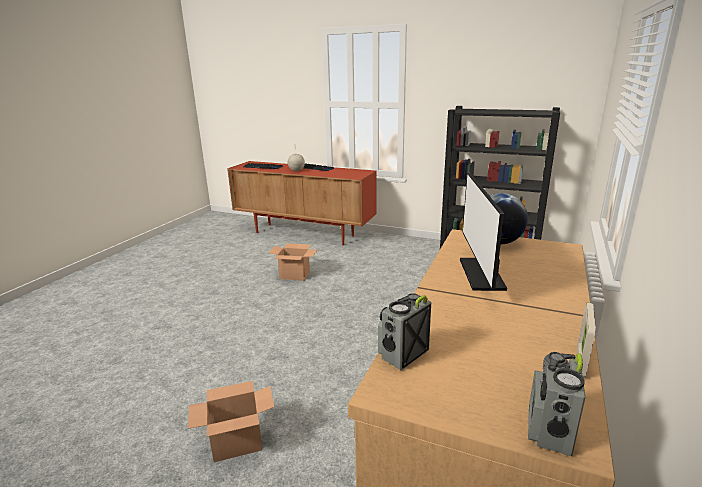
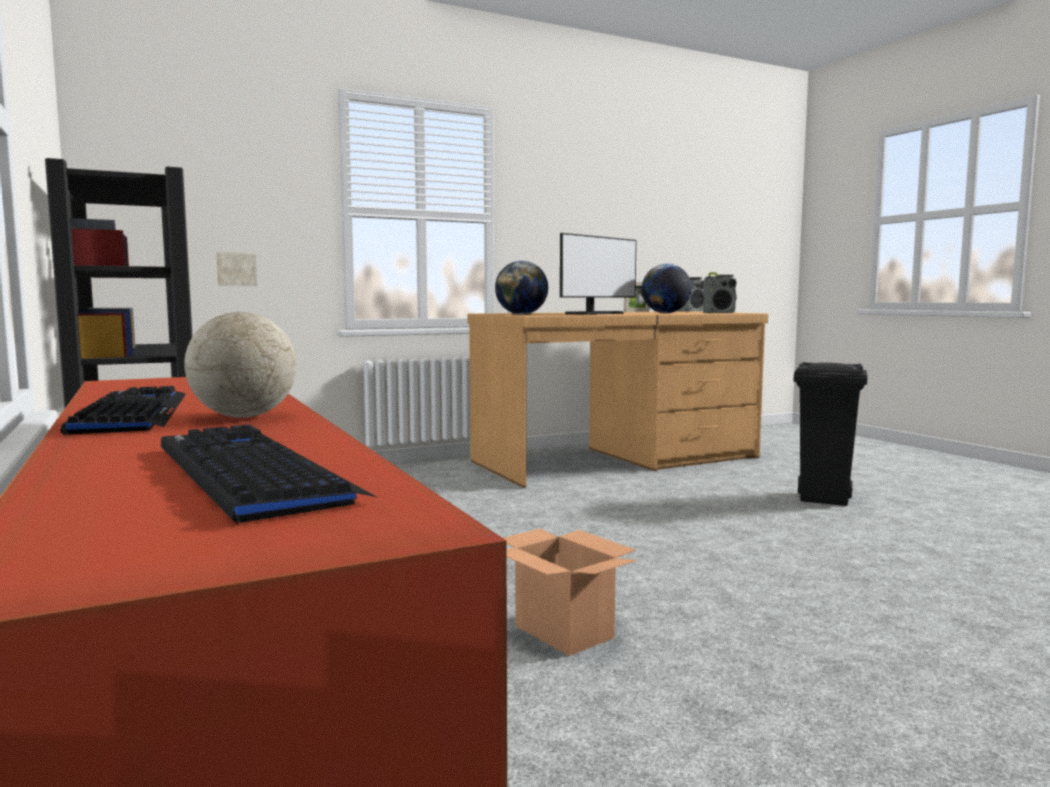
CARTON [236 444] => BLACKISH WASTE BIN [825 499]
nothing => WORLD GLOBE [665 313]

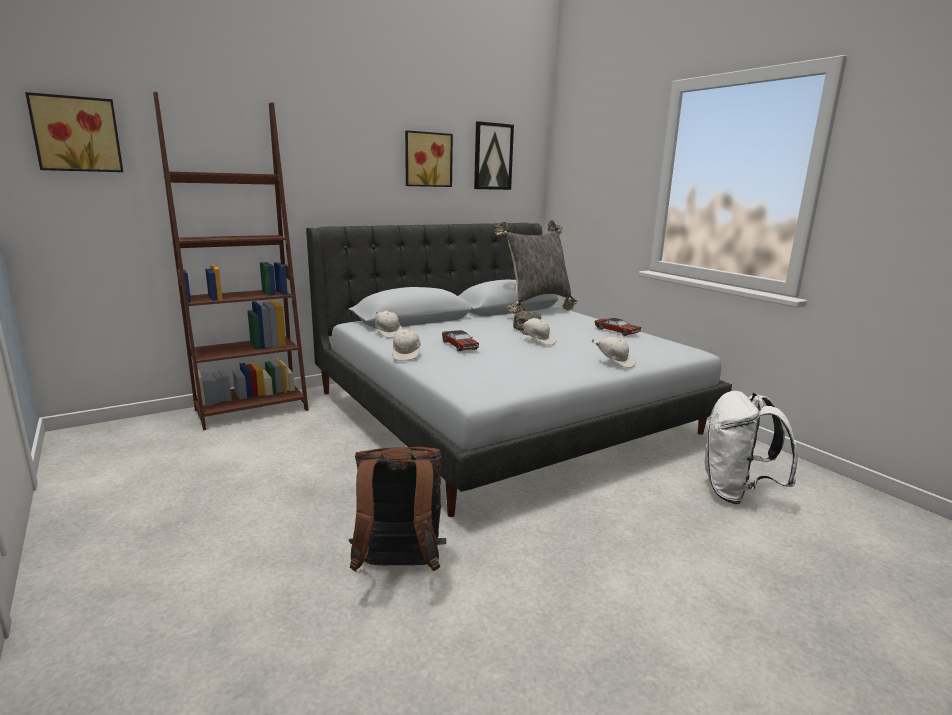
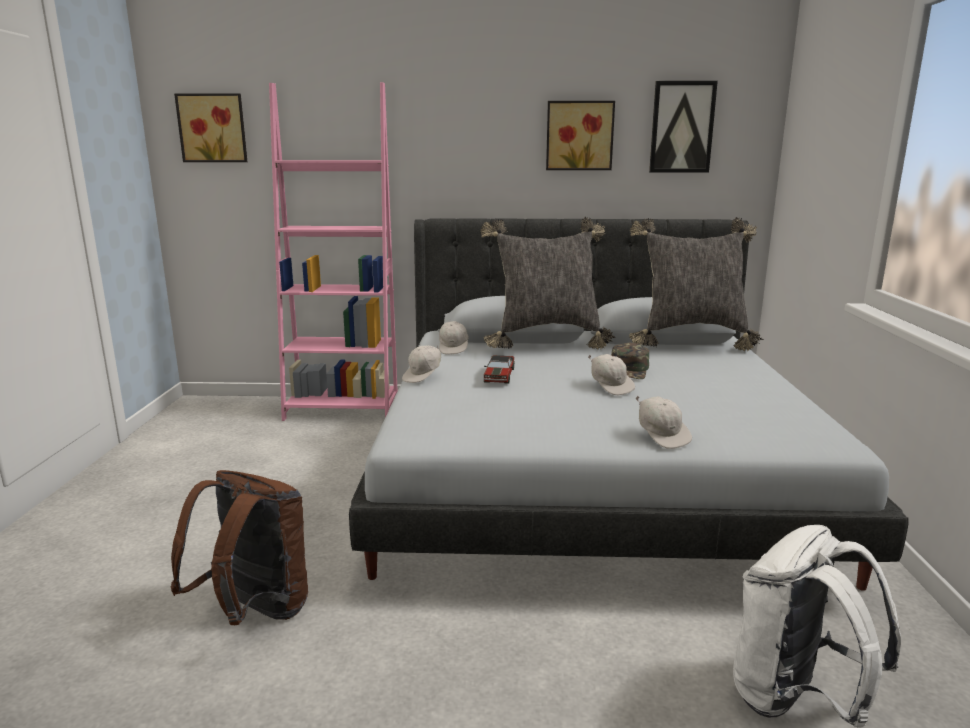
BROWN-COLOURED BOOKSHELF [251 409] => PINK-COLOURED BOOKSHELF [342 409]
TOY CAR [617 331] => nothing
nothing => THROW PILLOW [545 346]

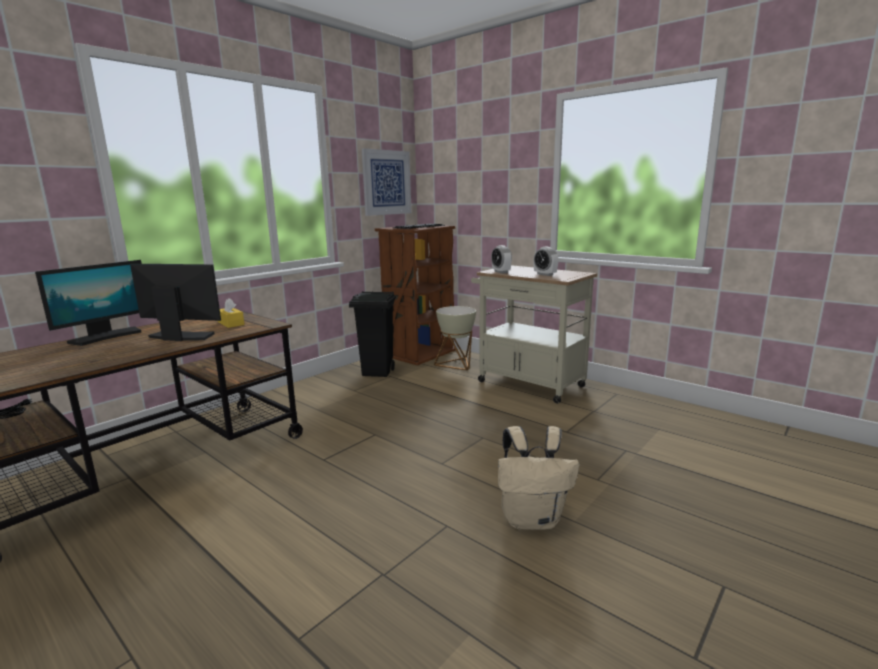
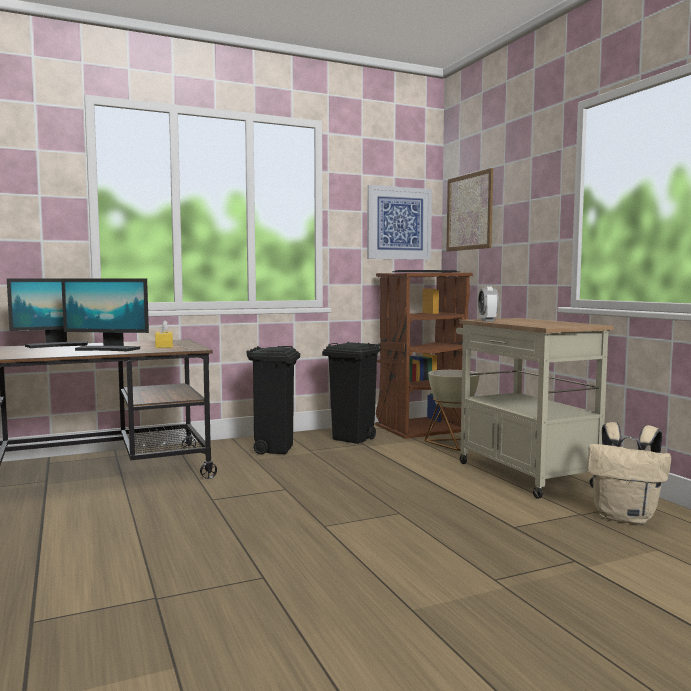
MONITOR [181 337] => MONITOR [107 349], 150 degrees clockwise
SAND-COLOURED KNAPSACK [532 519] => SAND-COLOURED KNAPSACK [626 517], move
BEDSIDE CLOCK [545 274] => nothing
nothing => BLACKISH WASTE BIN [275 449]
nothing => WALL ART [469 211]

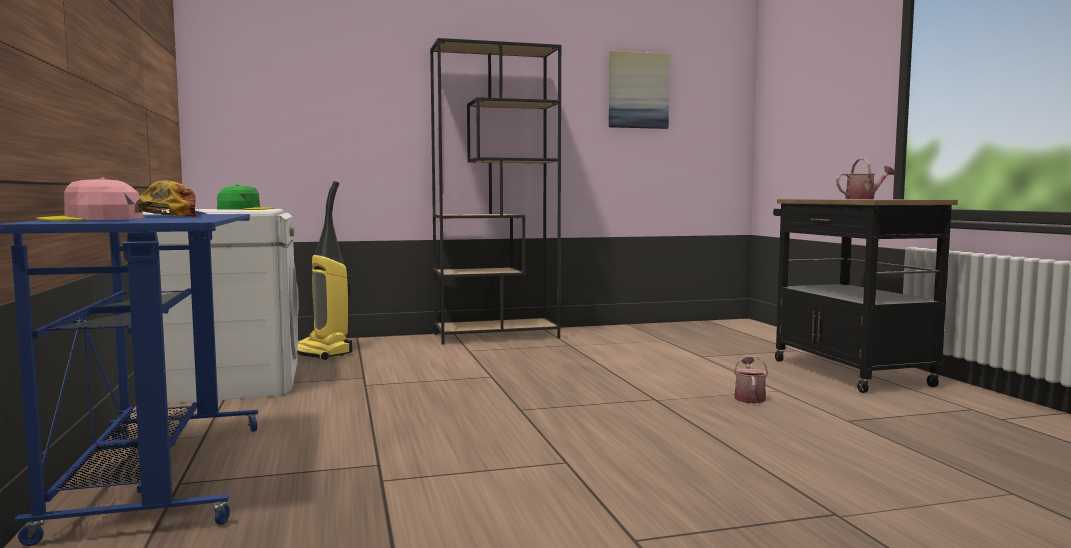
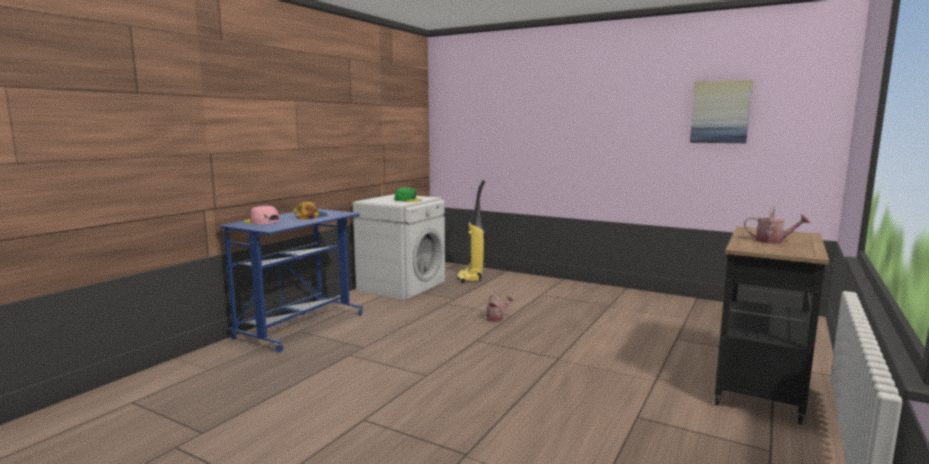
BOOKSHELF [497 336] => nothing
SPRINKLING CAN [749 397] => SPRINKLING CAN [496 318], move

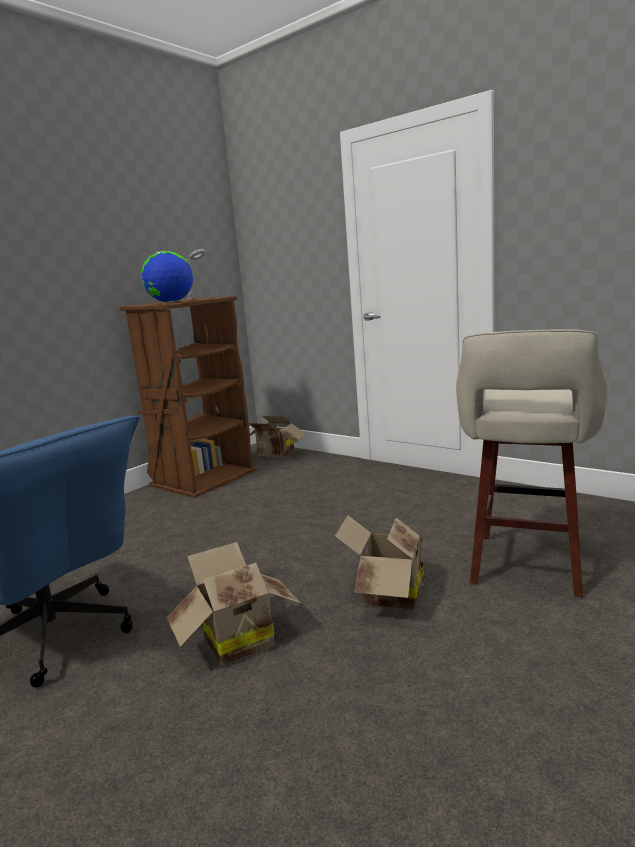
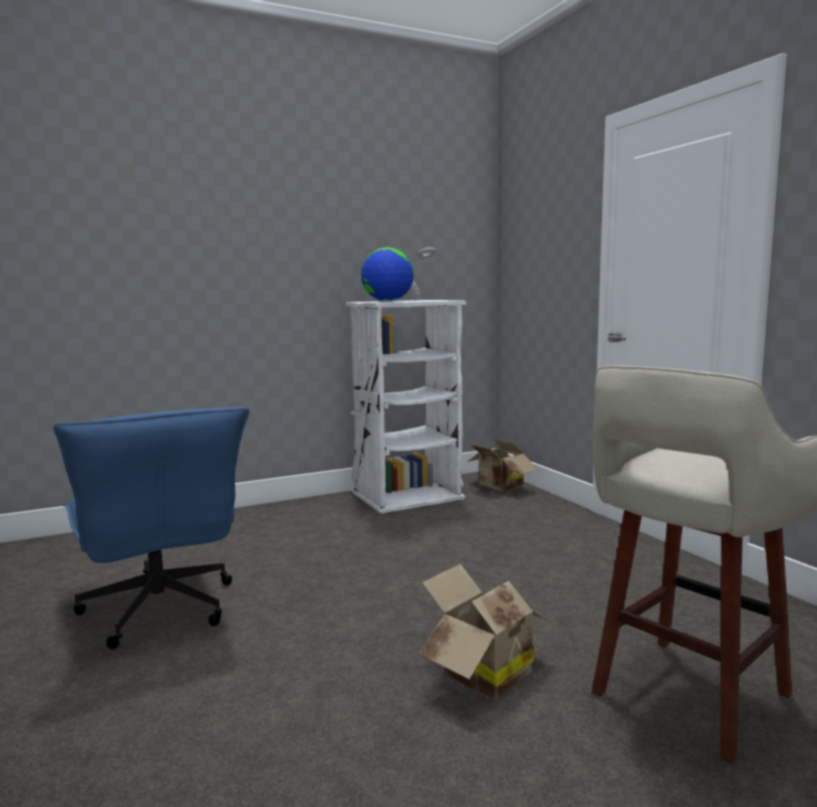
BROWN-COLOURED BOOKSHELF [204 478] => WHITE BOOKSHELF [407 495]
CARTON [234 640] => nothing

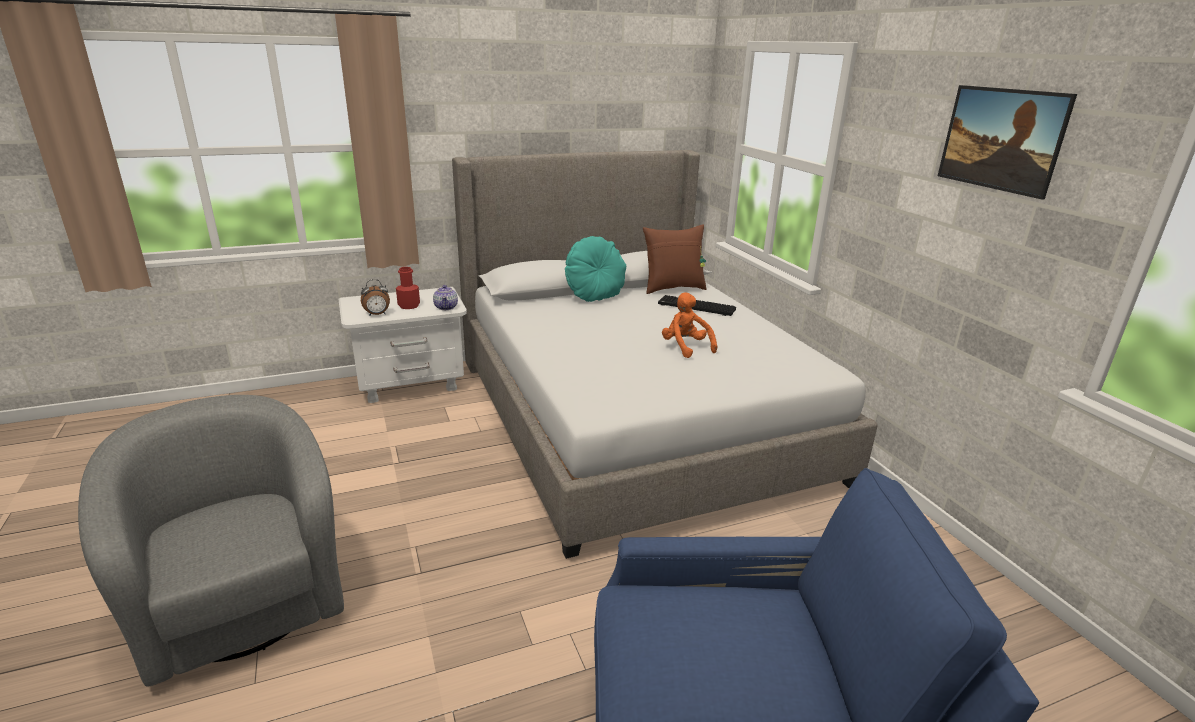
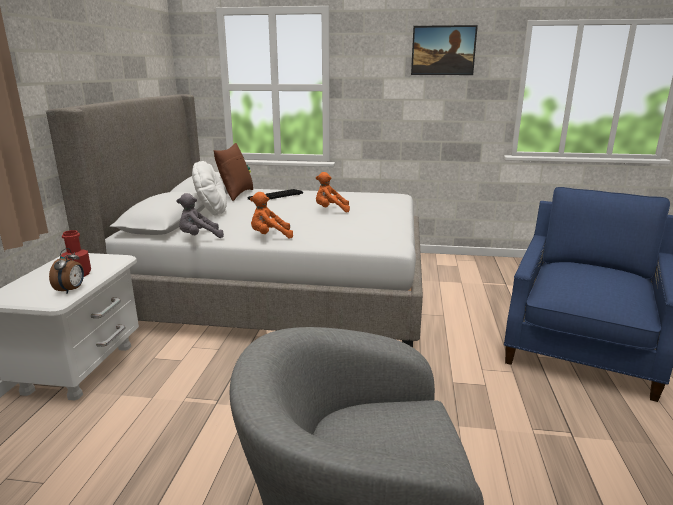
TEAPOT [446 307] => nothing
TURQUOISE-COLOURED THROW PILLOW [595 297] => WHITE THROW PILLOW [212 212]
nothing => GREY CUDDLY TOY [199 237]
nothing => ORANGE CUDDLY TOY [269 236]

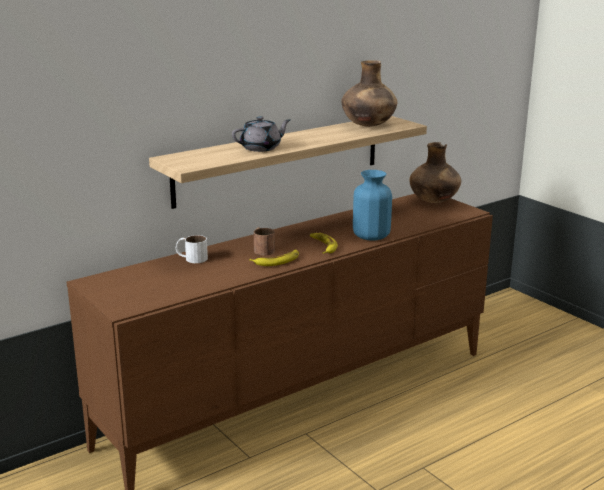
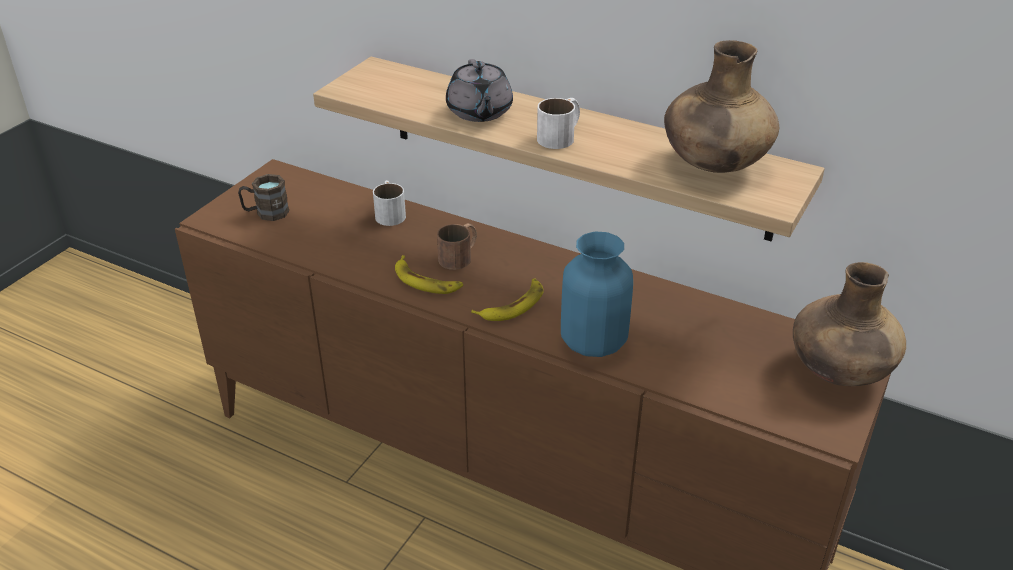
GREY TEAPOT [261 148] => GREY TEAPOT [479 112], 45 degrees clockwise
nothing => BROWN-COLOURED TEA MUG [266 213]
nothing => WHITE TEA MUG [561 136]

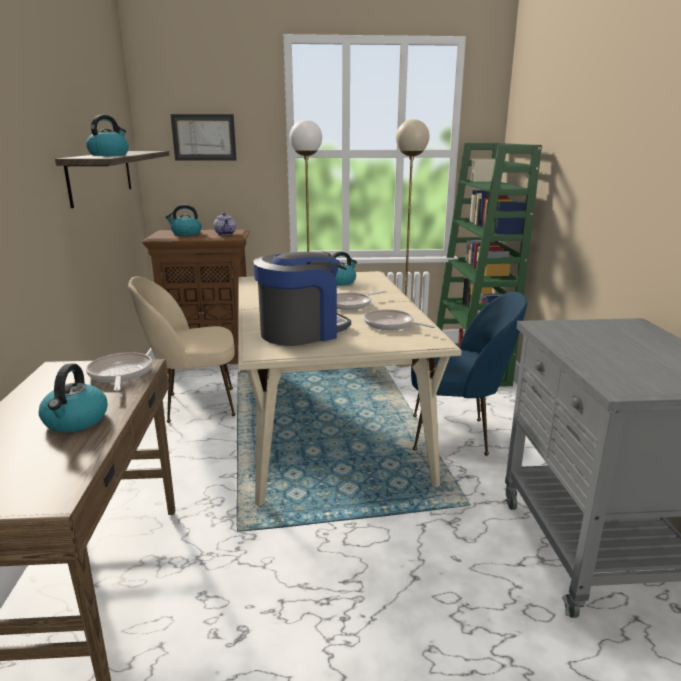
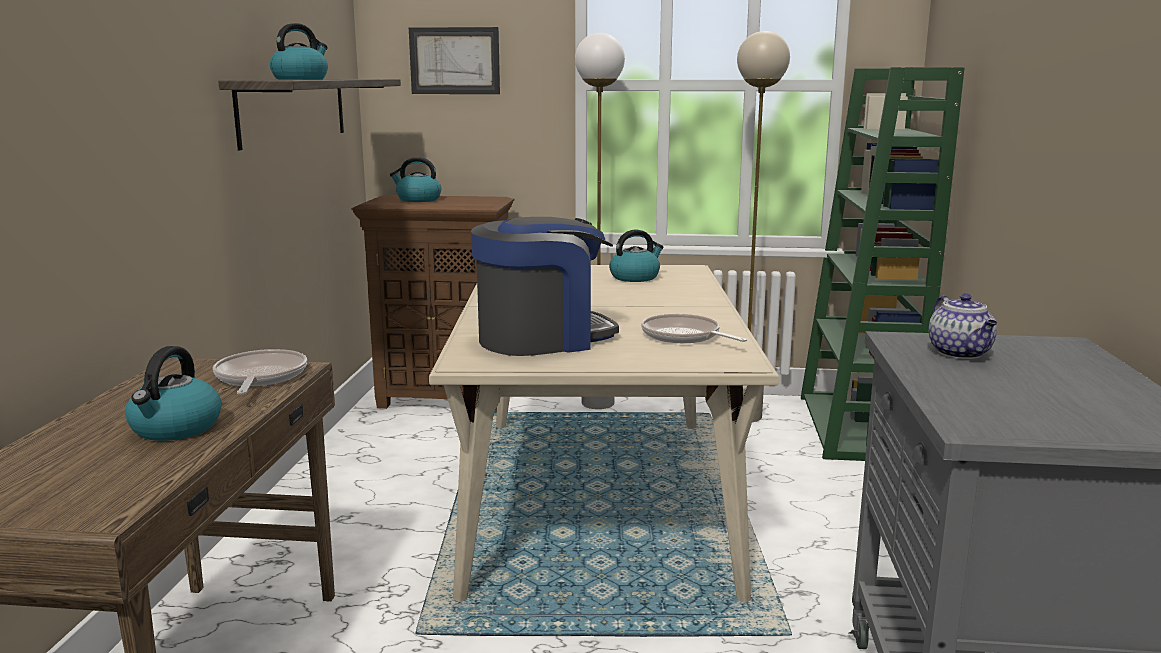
SAND-COLOURED CHAIR [194 405] => nothing
TEAPOT [225 234] => TEAPOT [961 353], move
SKILLET [352 304] => nothing
BLUISH CHAIR [457 435] => nothing

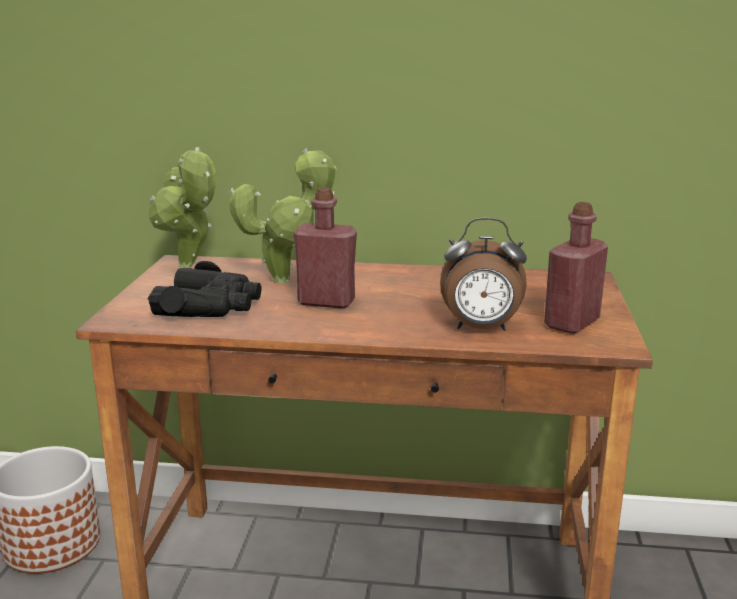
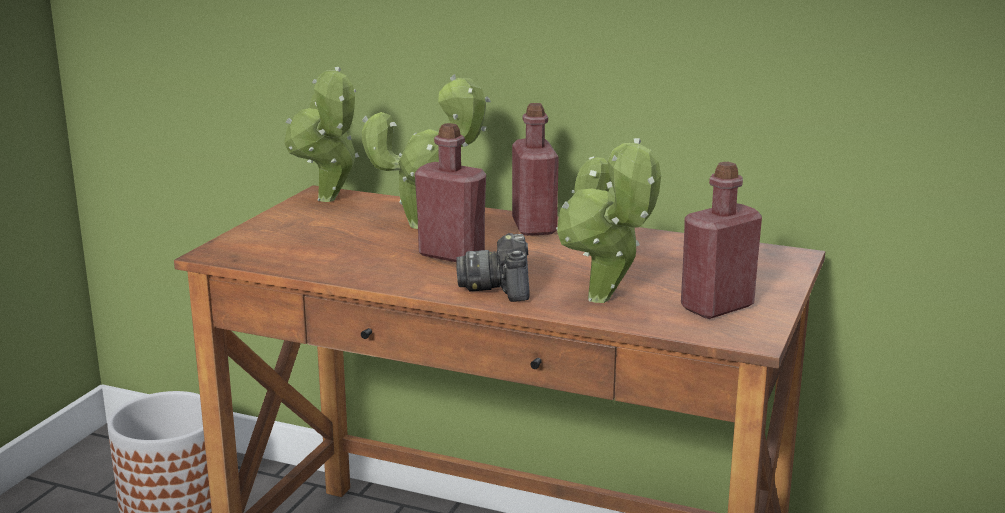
BLACKISH PAIR OF BINOCULARS [210 306] => nothing
BEDSIDE CLOCK [481 328] => HOUSEPLANT [604 302]
nothing => PHOTO CAMERA [500 287]
nothing => REDDISH DRINK BOTTLE [534 226]

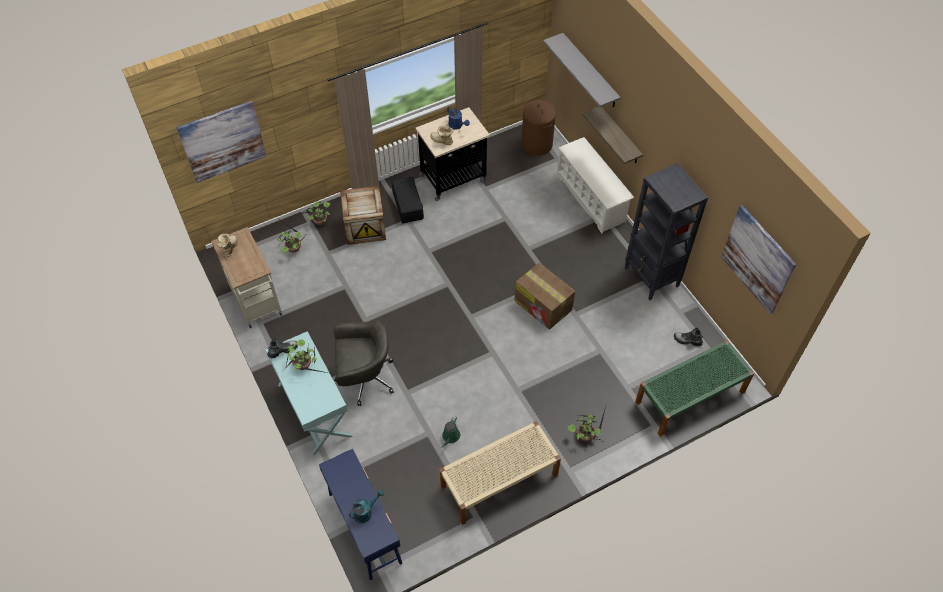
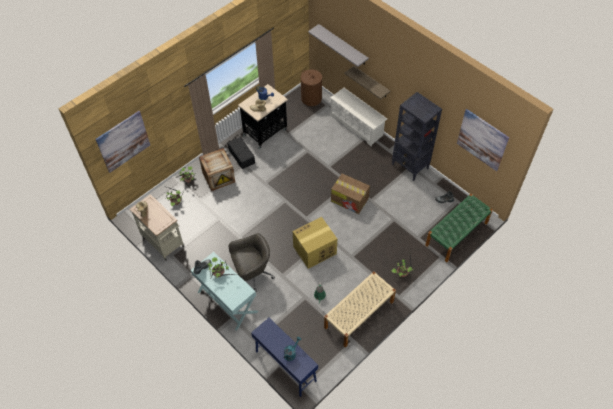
nothing => CARTON [314 250]

